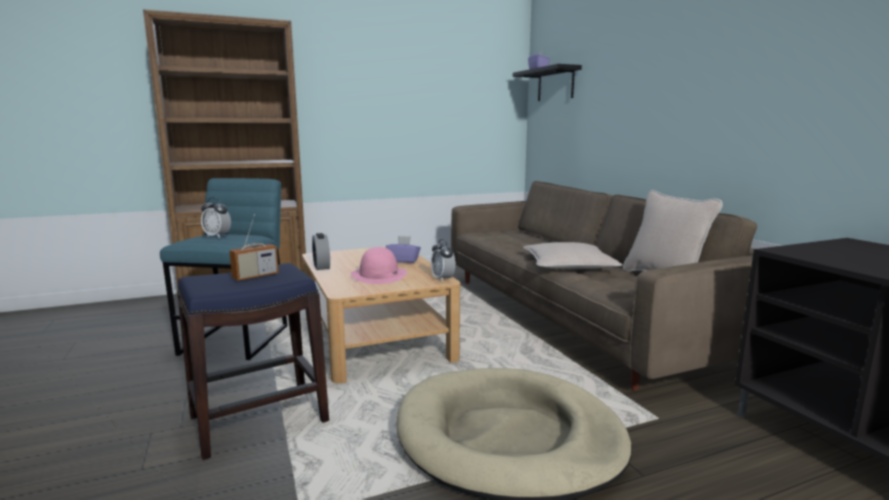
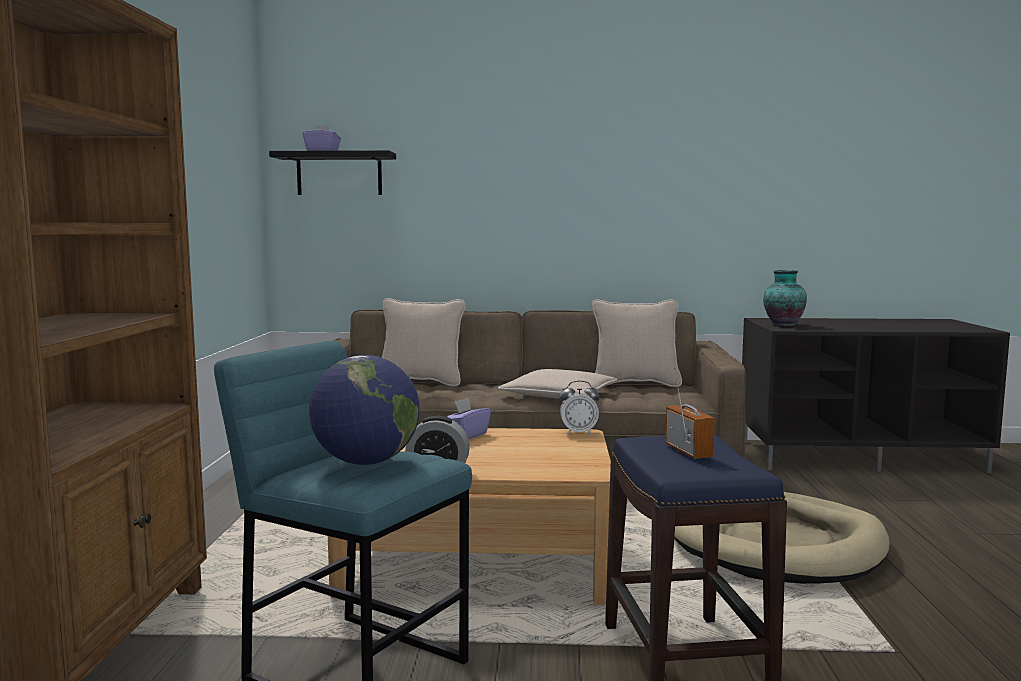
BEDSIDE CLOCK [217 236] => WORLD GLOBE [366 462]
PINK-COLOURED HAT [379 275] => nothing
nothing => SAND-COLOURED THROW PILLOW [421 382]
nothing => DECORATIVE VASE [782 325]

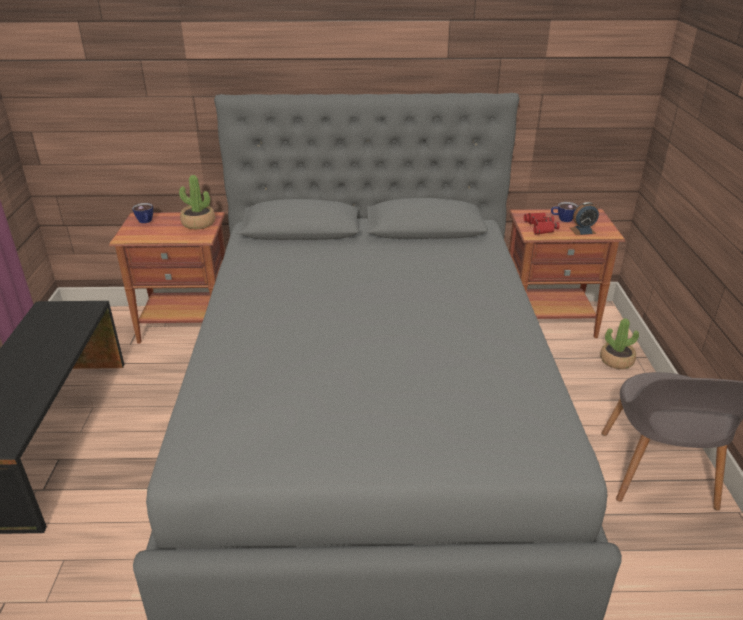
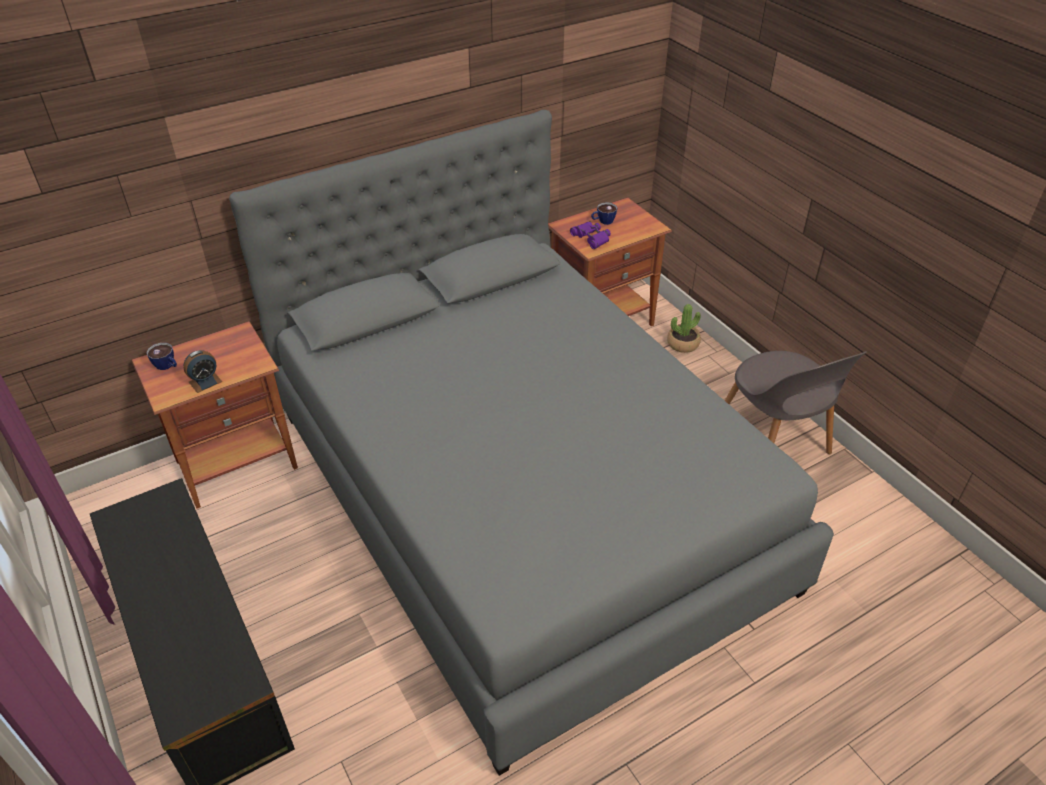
HOUSEPLANT [198 223] => nothing
REDDISH PAIR OF BINOCULARS [540 227] => PURPLISH PAIR OF BINOCULARS [591 238]
BEDSIDE CLOCK [582 230] => BEDSIDE CLOCK [205 381], move

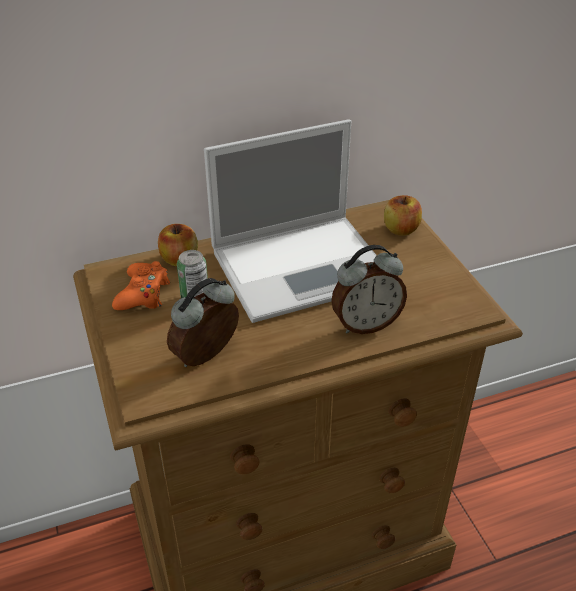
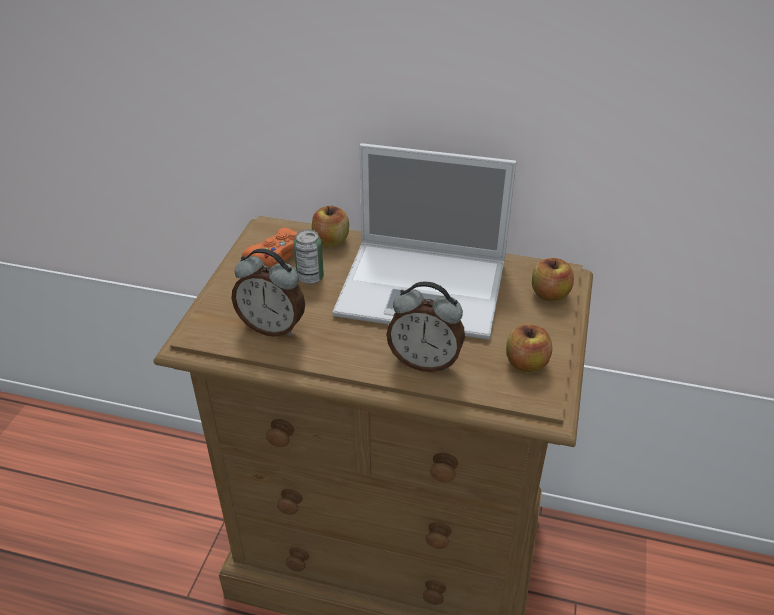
BEDSIDE CLOCK [208 357] => BEDSIDE CLOCK [272 327], 150 degrees counterclockwise
nothing => WHOLE APPLE [526 363]

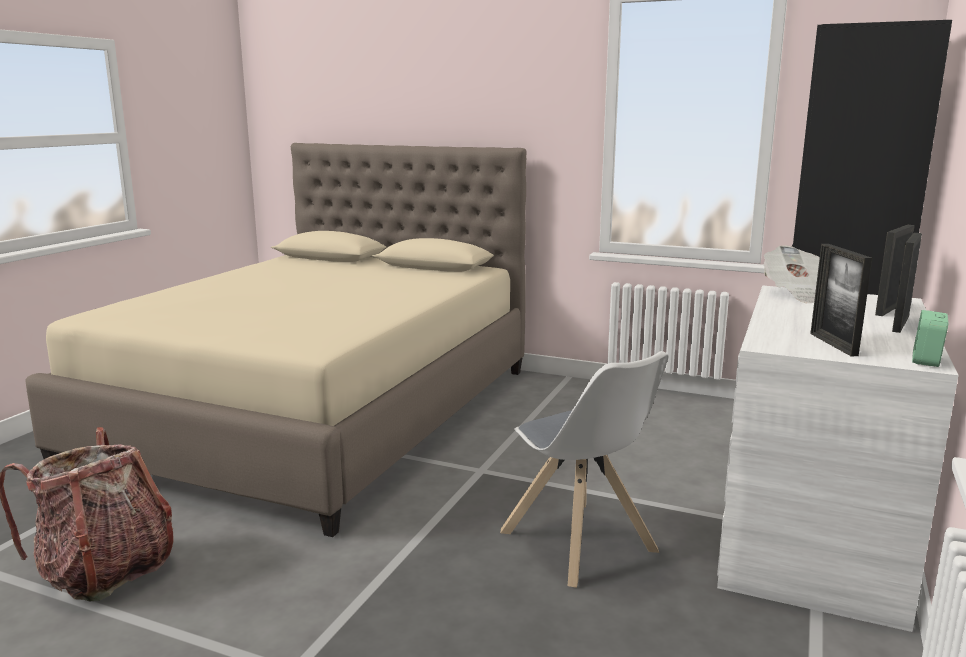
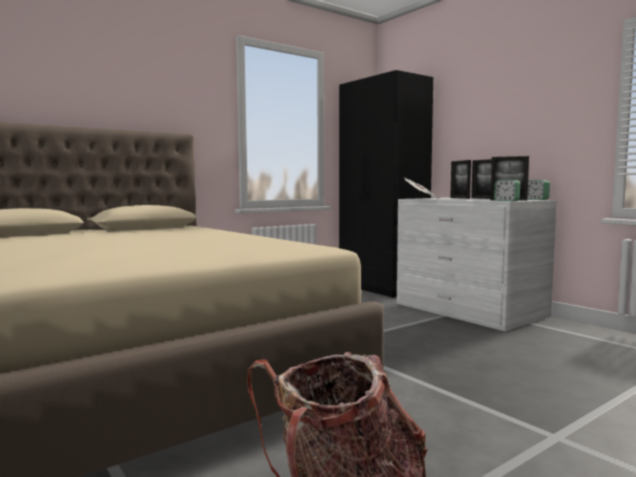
CHAIR [580 544] => nothing
nothing => BEDSIDE CLOCK [506 200]

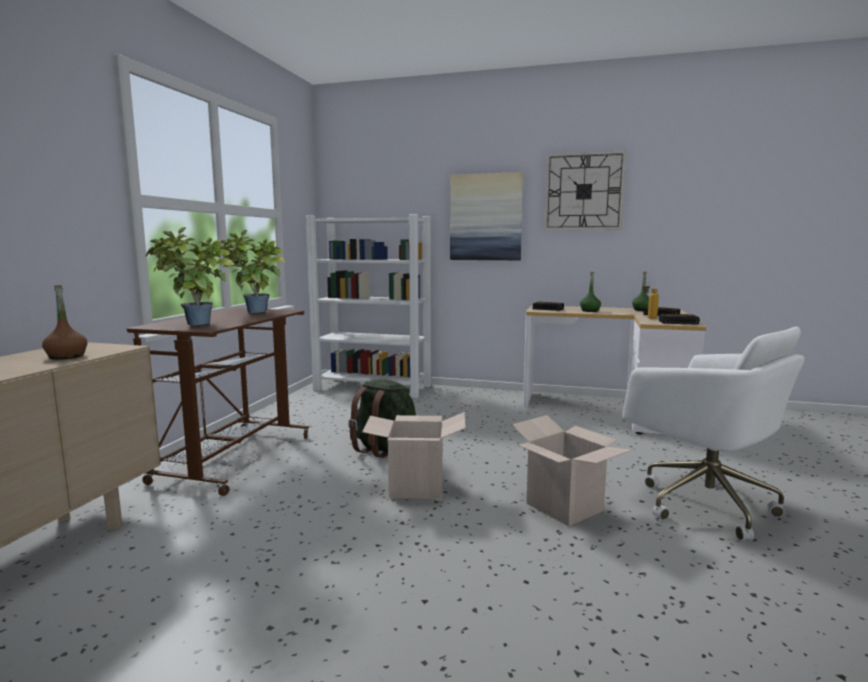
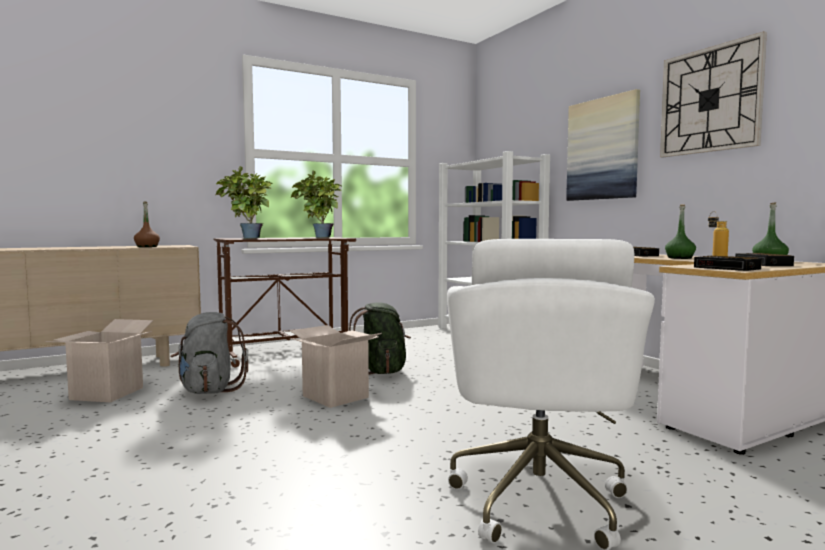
CARTON [564 507] => CARTON [107 393], move
nothing => GREY KNAPSACK [209 390]

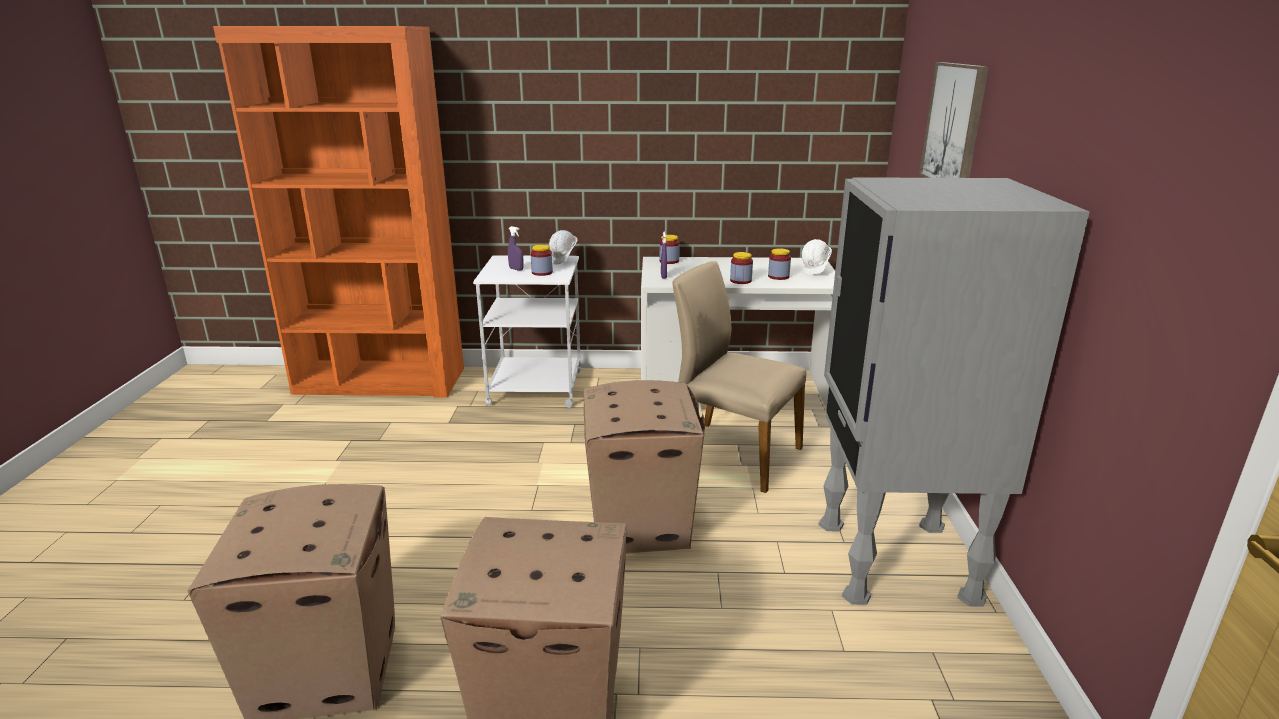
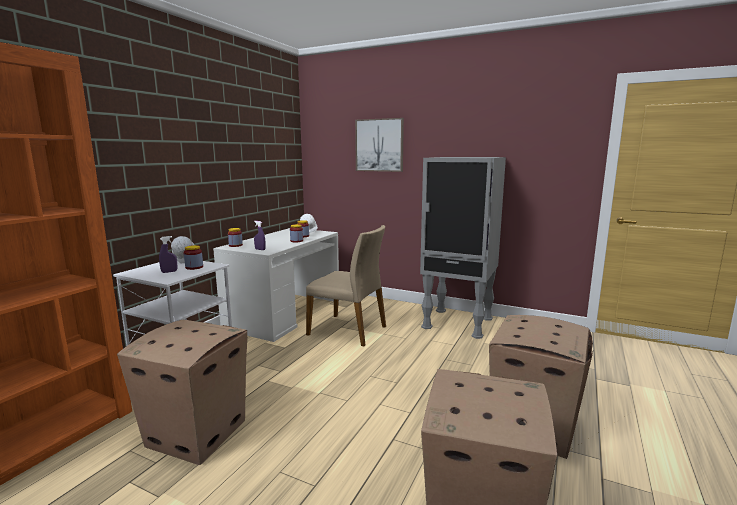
CARTON [640 524] => CARTON [195 433], move
SAND-COLOURED CHAIR [732 453] => SAND-COLOURED CHAIR [348 330], 120 degrees counterclockwise

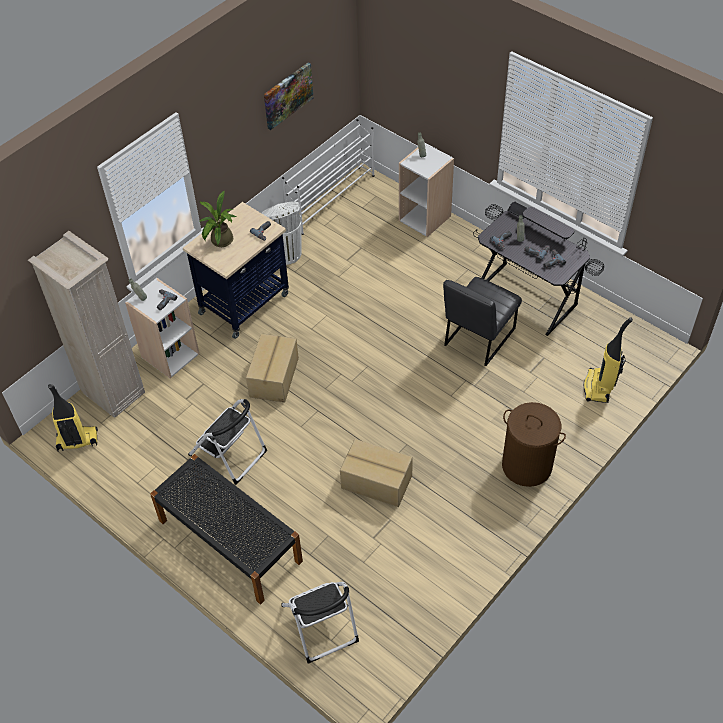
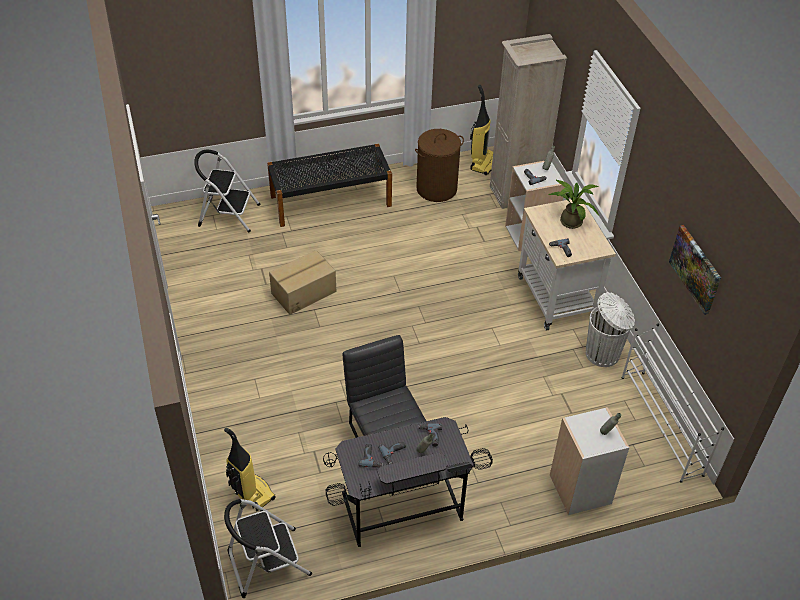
BLUISH WHEELED CART [244 303] => WHITE WHEELED CART [556 299]
STEPLADDER [229 454] => STEPLADDER [266 563], move
CARTON [275 377] => nothing
BROWN-COLOURED LAUNDRY BASKET [527 465] => BROWN-COLOURED LAUNDRY BASKET [436 189], move

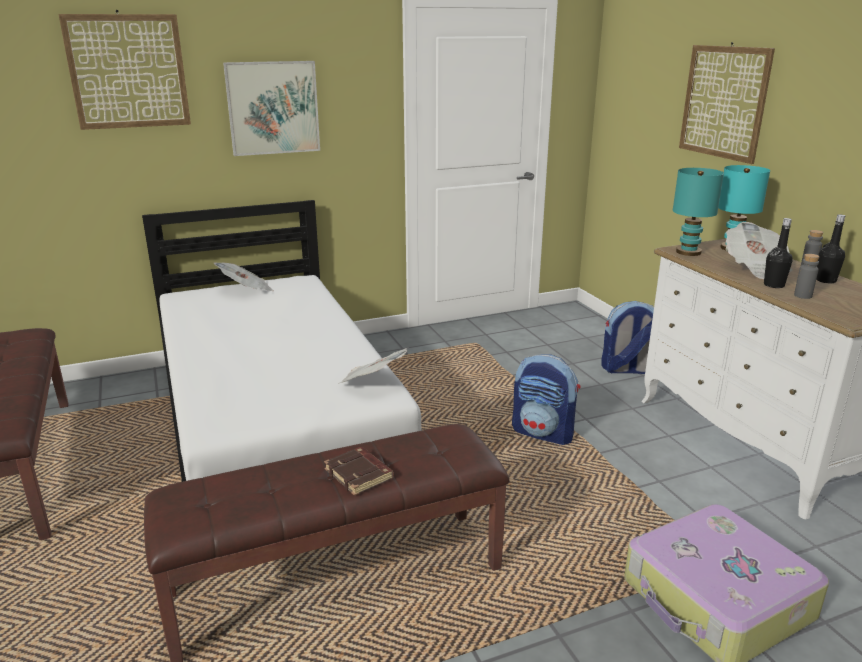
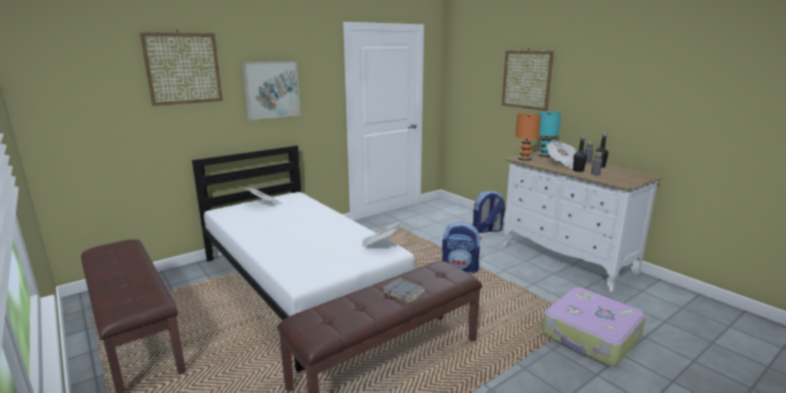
BROWN-COLOURED BOOK [360 475] => GREY BOOK [405 293]
TURQUOISE-COLOURED TABLETOP LAMP [689 252] => ORANGE TABLETOP LAMP [525 159]

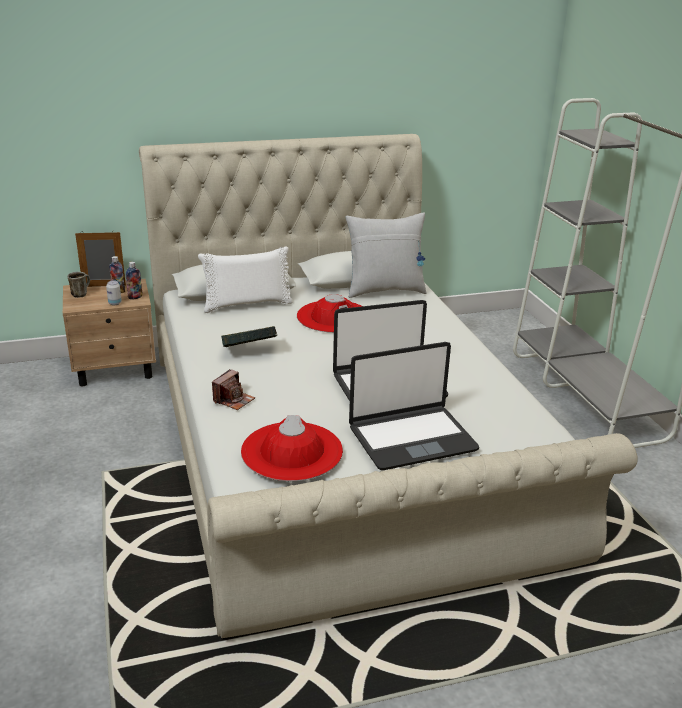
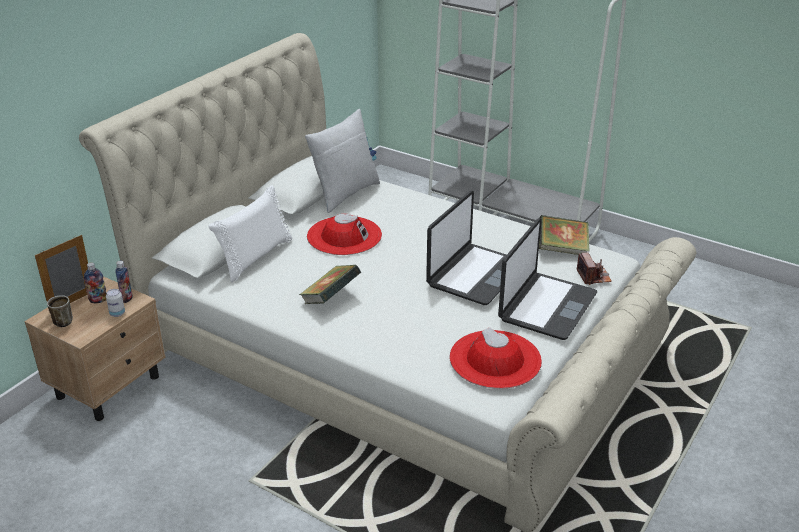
PHOTO CAMERA [233 400] => PHOTO CAMERA [593 277], move
nothing => BOOK [562 249]

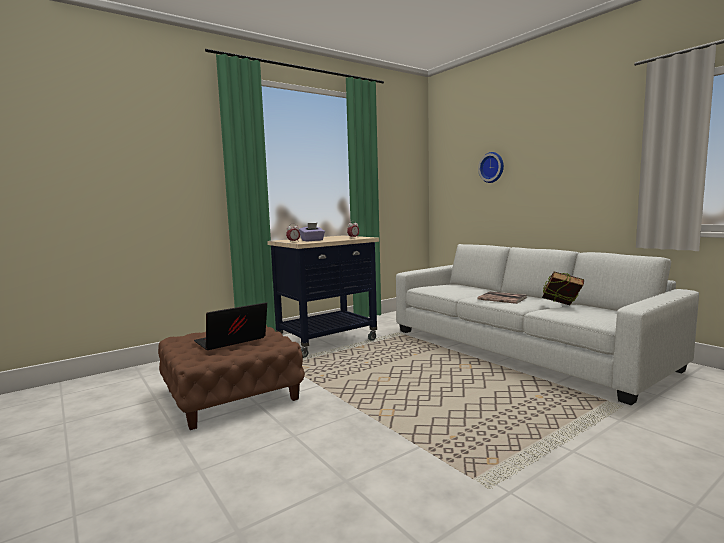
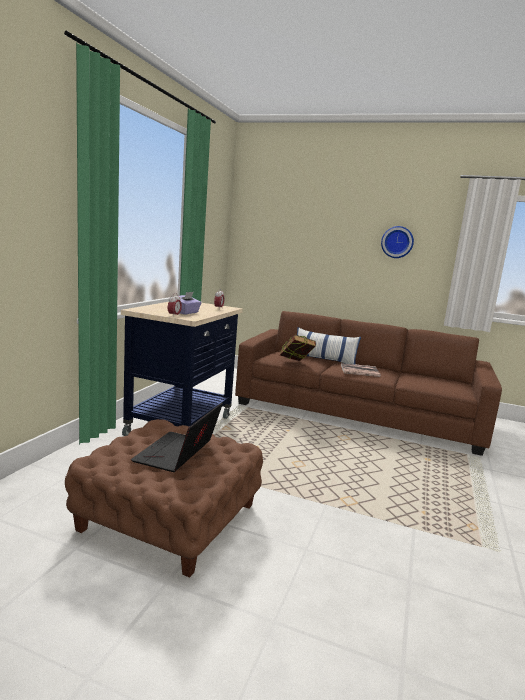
WHITE COUCH [520 348] => BROWN-COLOURED COUCH [357 412]
HANGING CLOCK [492 167] => HANGING CLOCK [397 242], move
BOOK [561 307] => BOOK [295 363], move
nothing => THROW PILLOW [324 360]

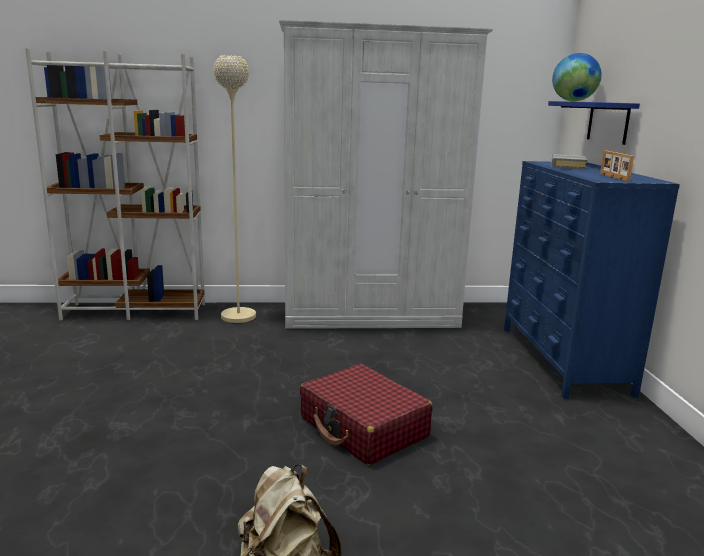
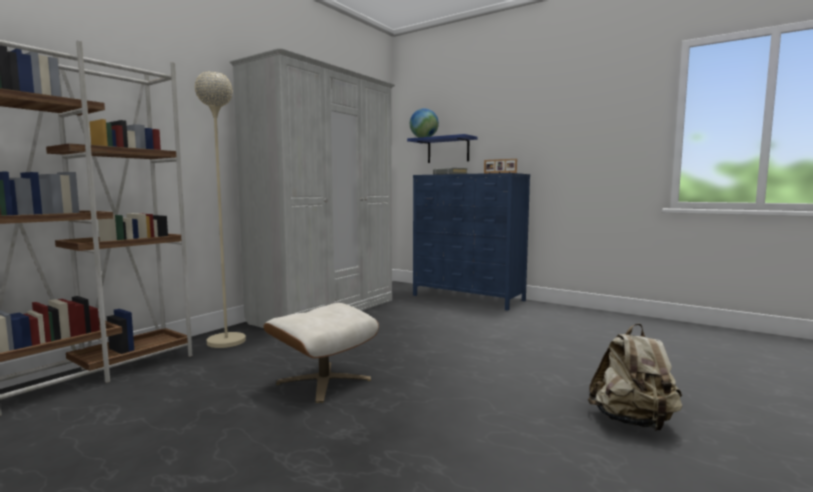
REDDISH TRAVEL CASE [363 428] => nothing
nothing => SAND-COLOURED OTTOMAN [324 381]

